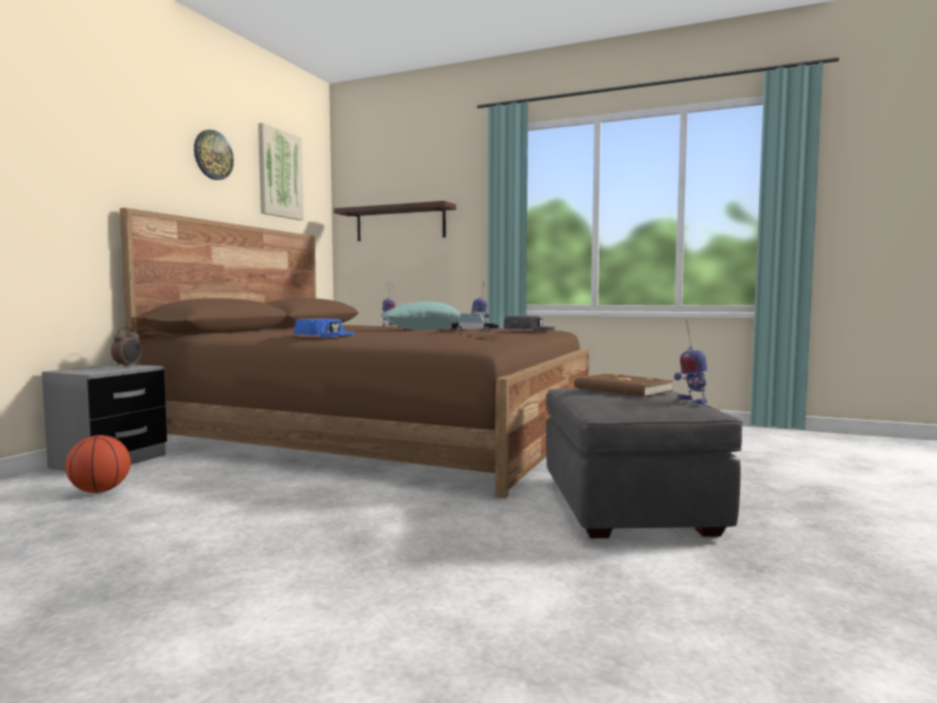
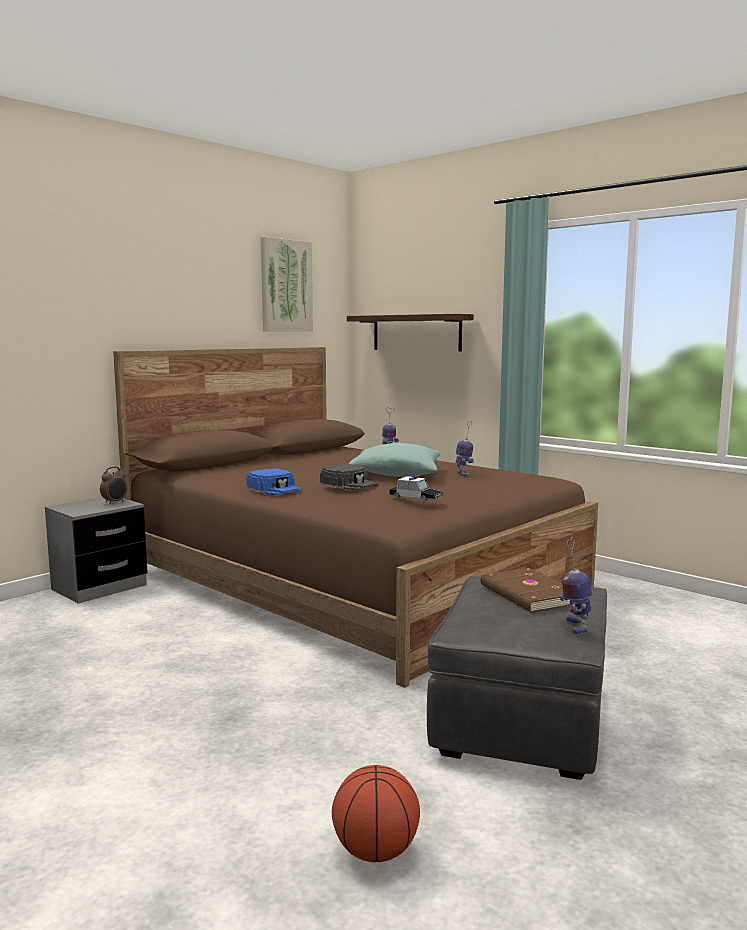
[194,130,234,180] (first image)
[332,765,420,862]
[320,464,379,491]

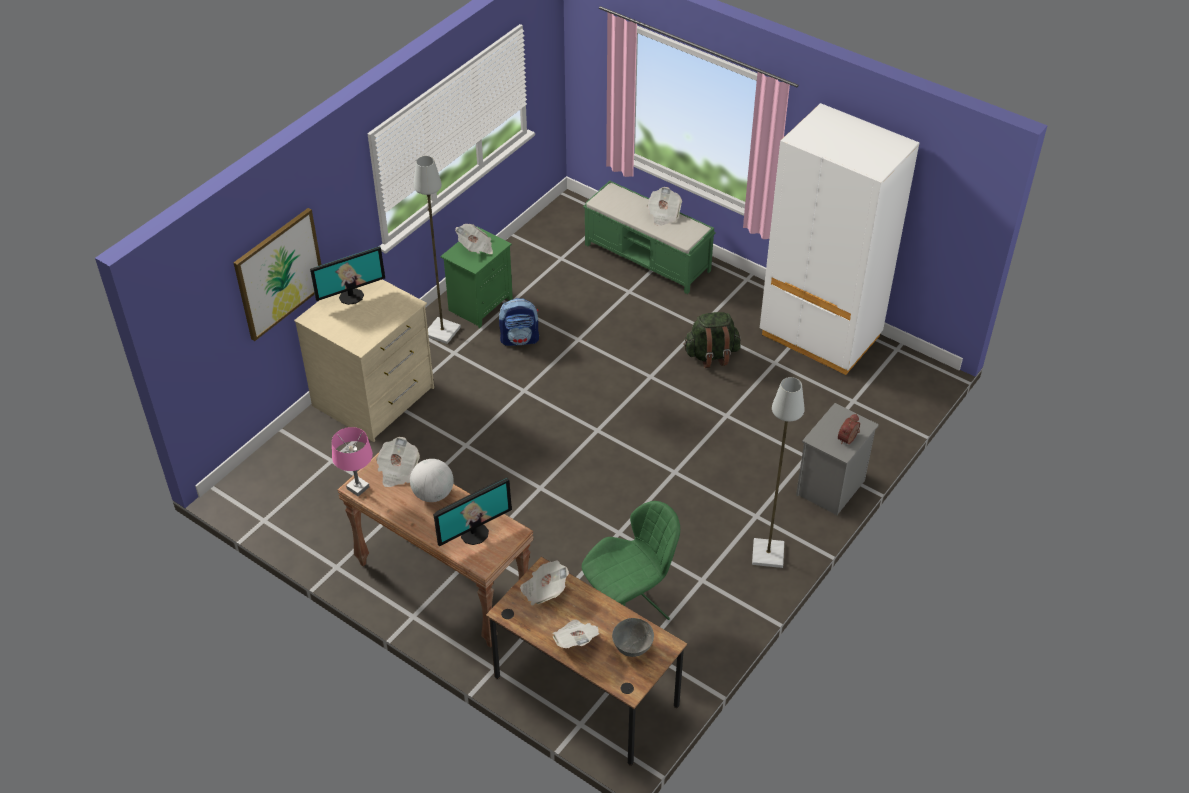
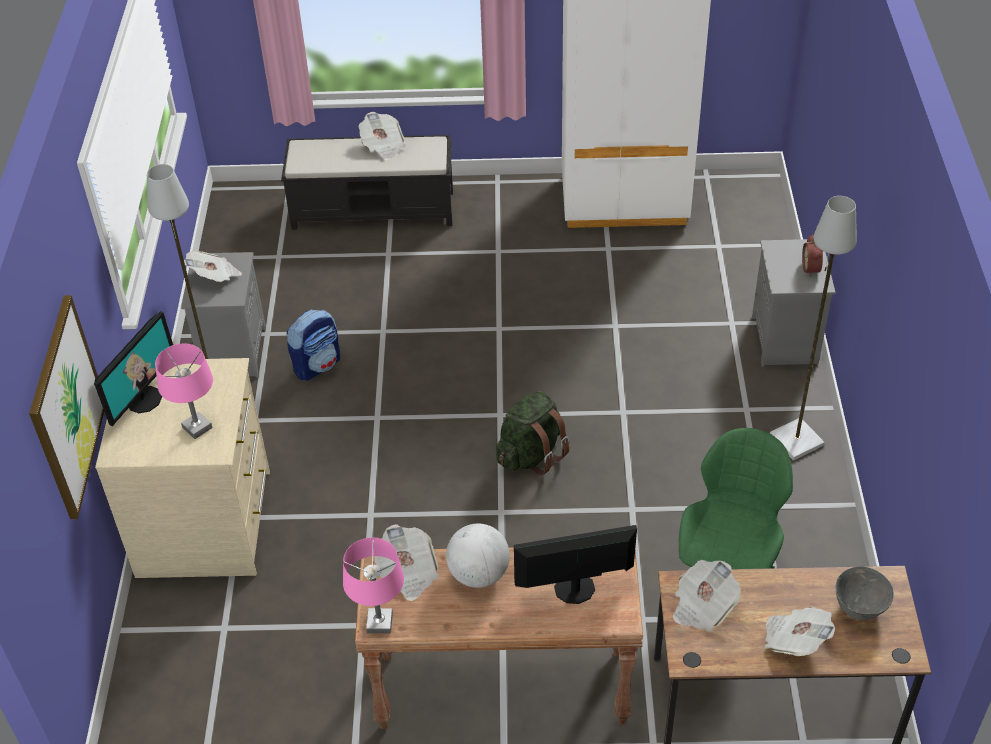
[155,343,213,439]
[496,391,569,476]
[181,252,266,378]
[281,135,453,230]
[514,525,637,604]

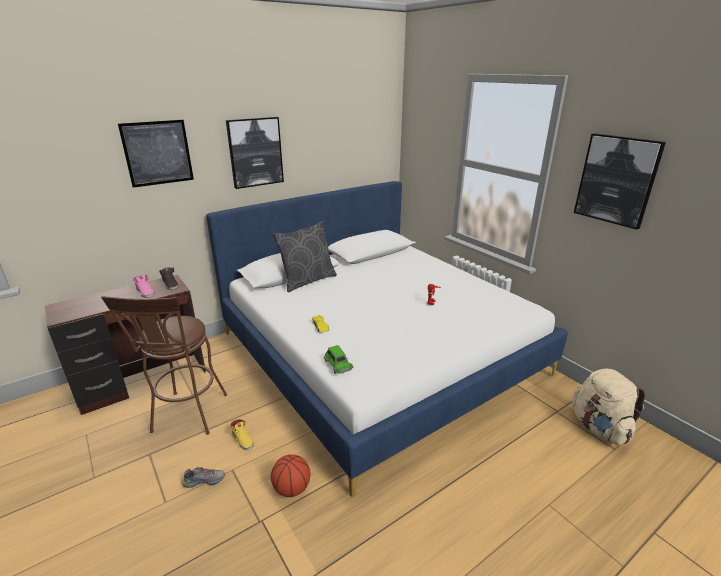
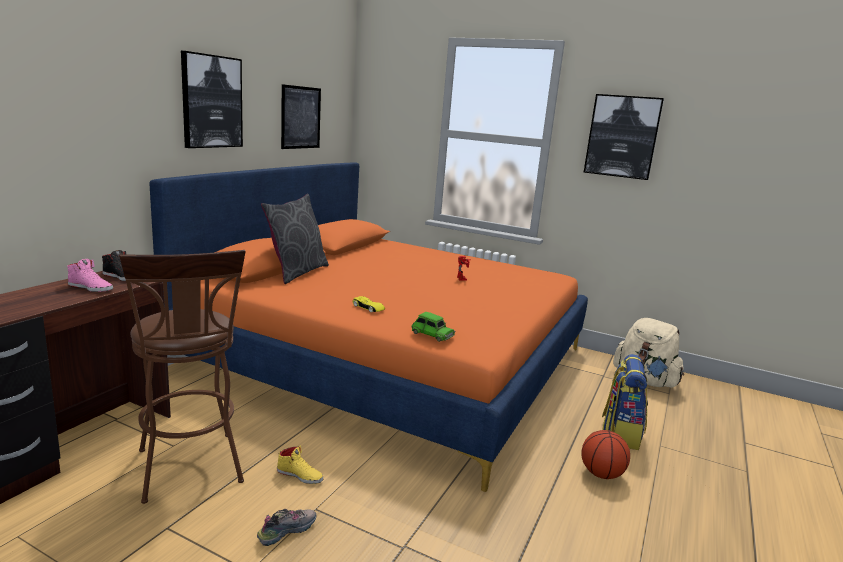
[602,354,648,450]
[281,84,321,149]
[581,430,630,479]
[149,163,588,492]

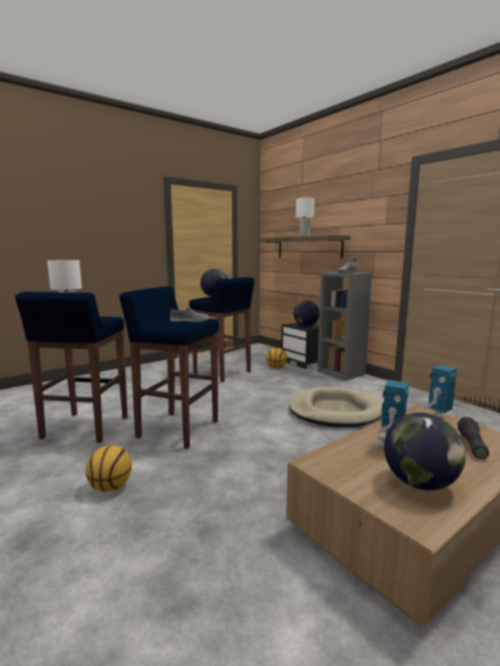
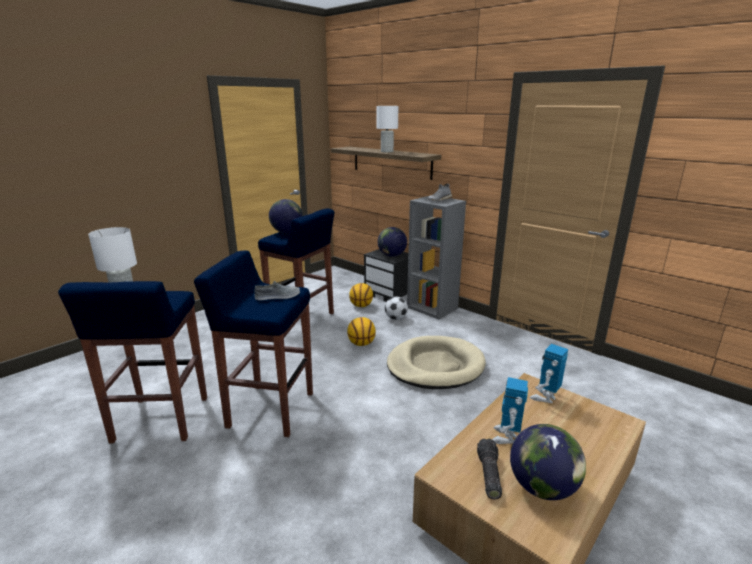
[385,297,408,320]
[347,317,376,346]
[477,439,502,499]

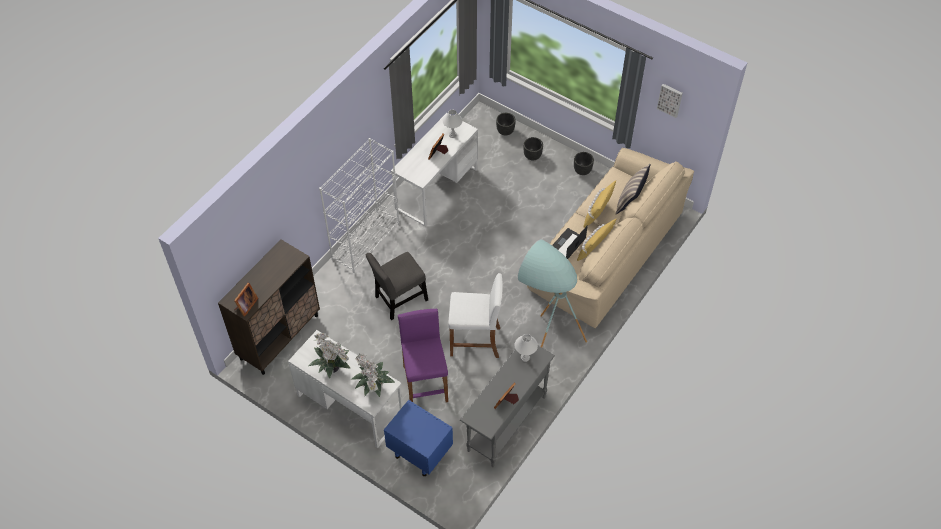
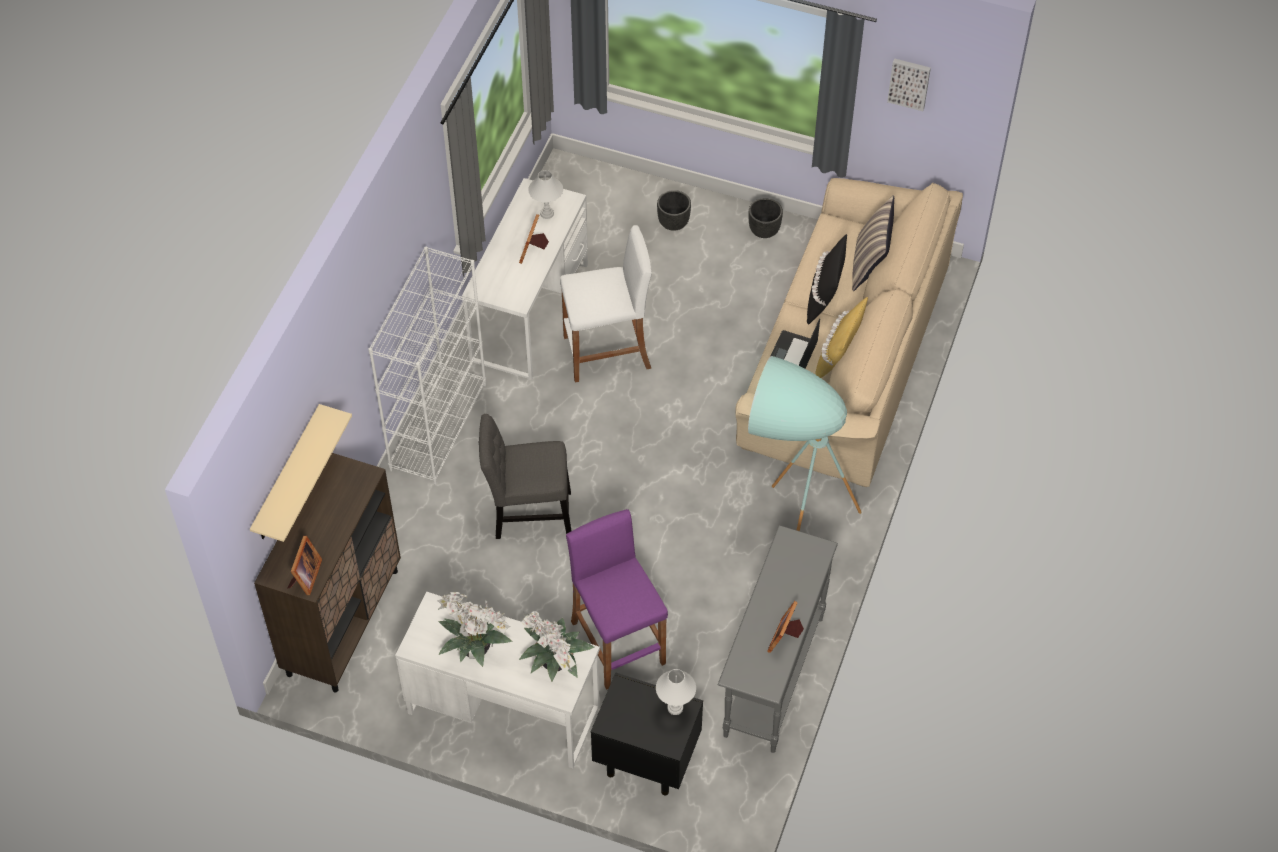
[496,113,516,136] (first image)
[250,404,352,542]
[560,225,652,382]
[656,669,696,715]
[591,673,703,795]
[807,234,847,325]
[479,414,572,539]

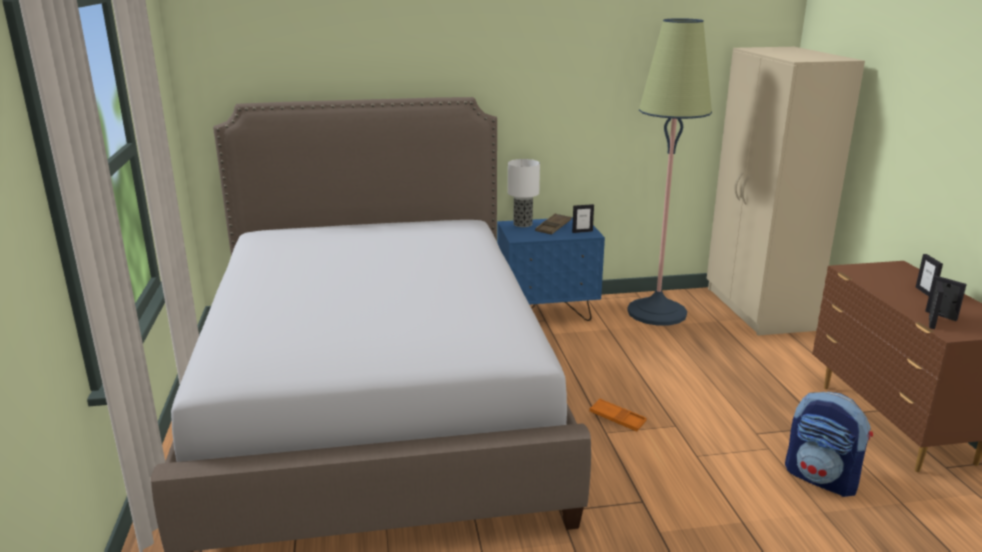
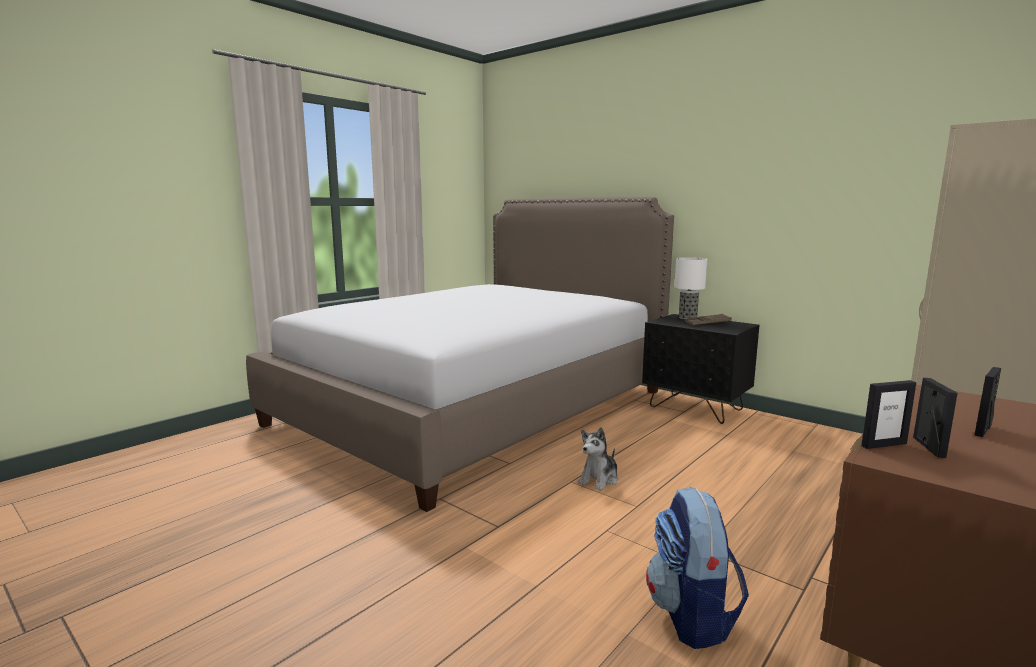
[572,204,594,233] (first image)
[627,18,712,326] (first image)
[578,427,619,491]
[642,314,759,424]

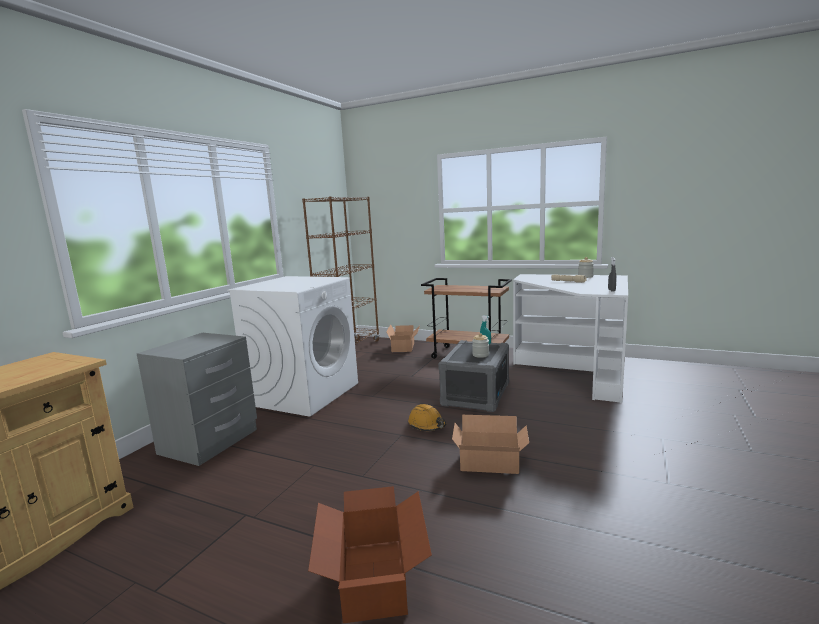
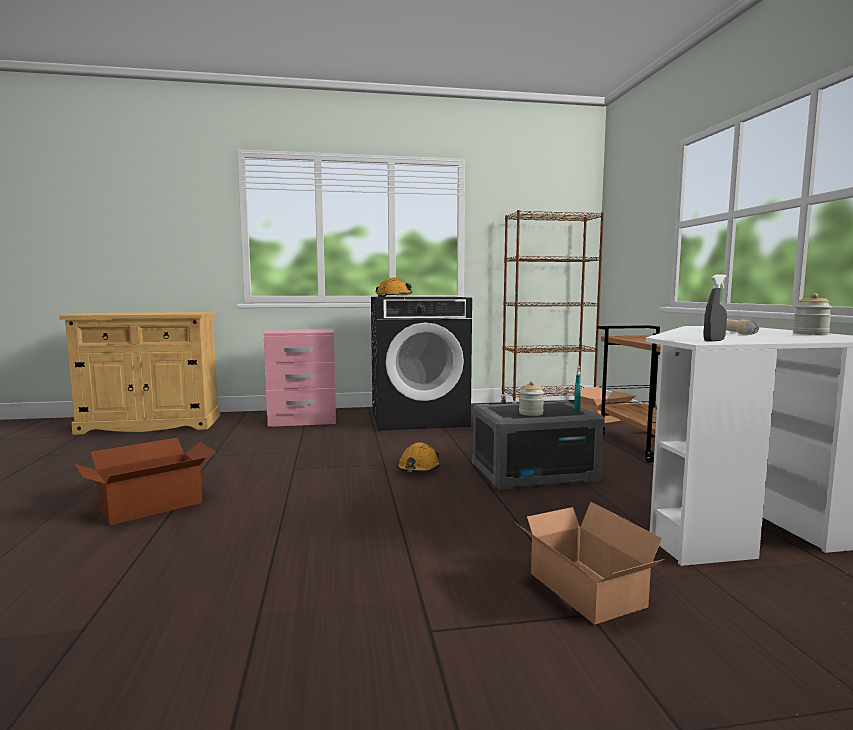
[376,277,412,297]
[516,502,665,625]
[264,329,336,427]
[371,297,472,431]

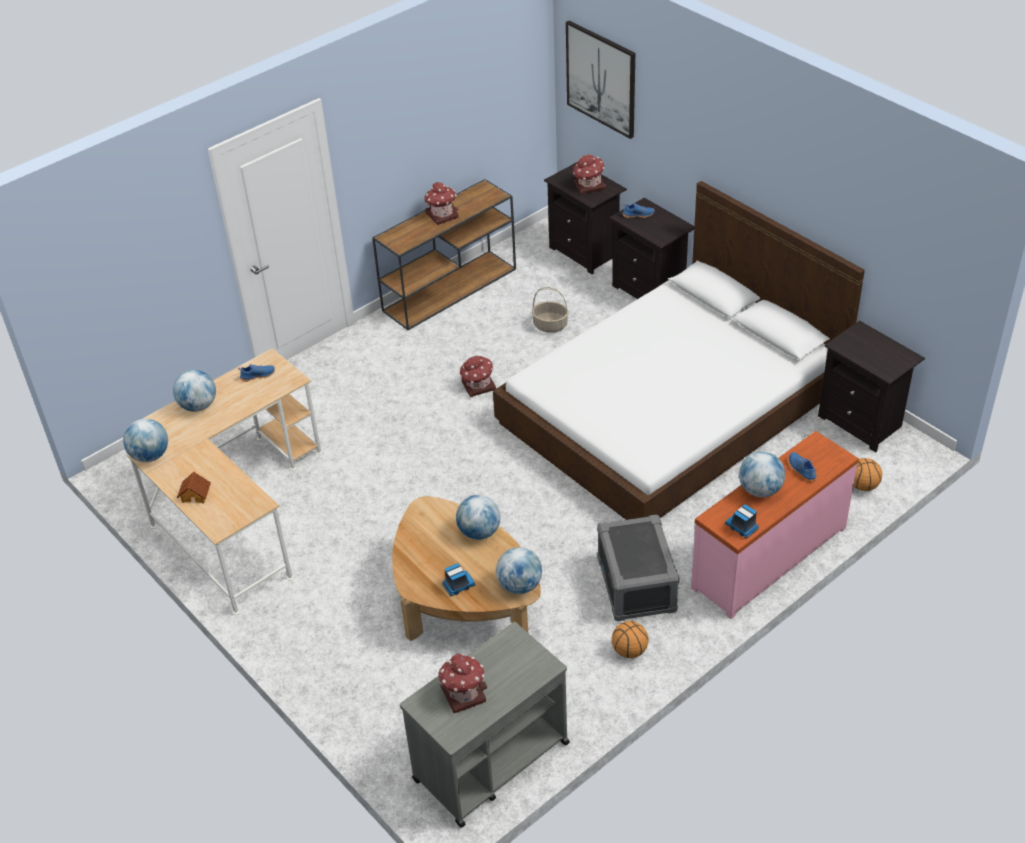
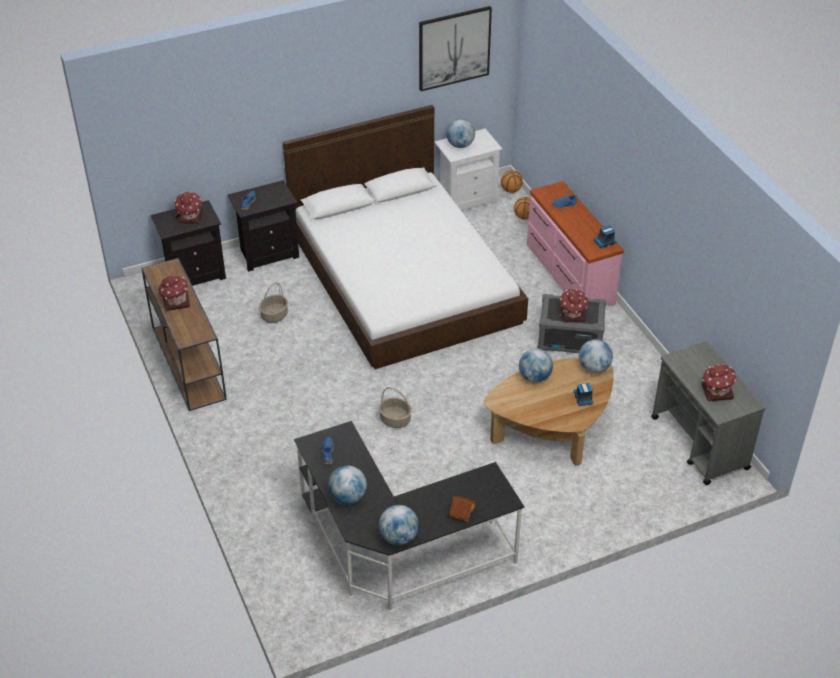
[379,387,412,428]
[557,289,588,323]
[419,6,492,91]
[501,170,523,193]
[446,119,475,148]
[294,421,525,612]
[434,129,502,211]

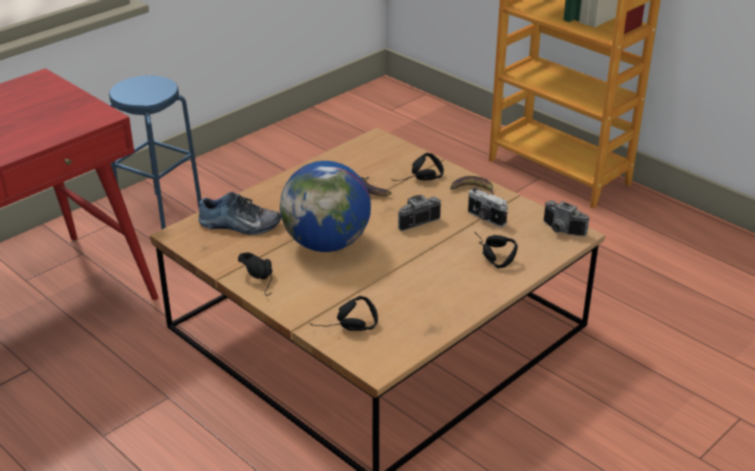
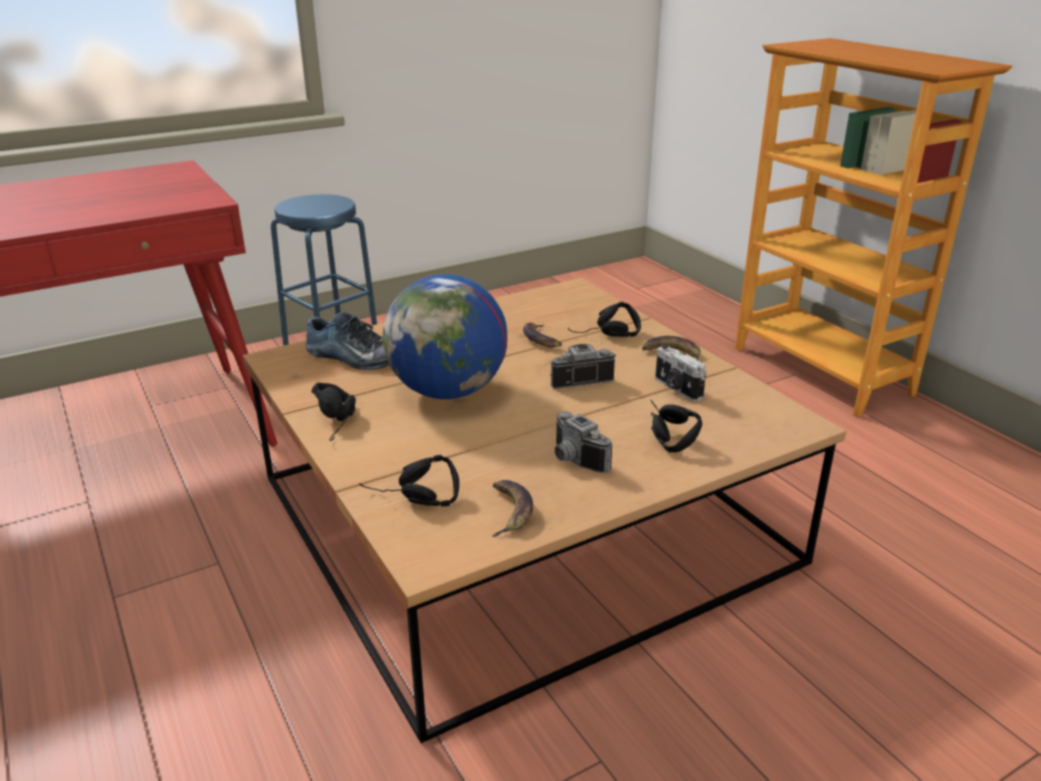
[492,480,533,537]
[555,411,612,473]

